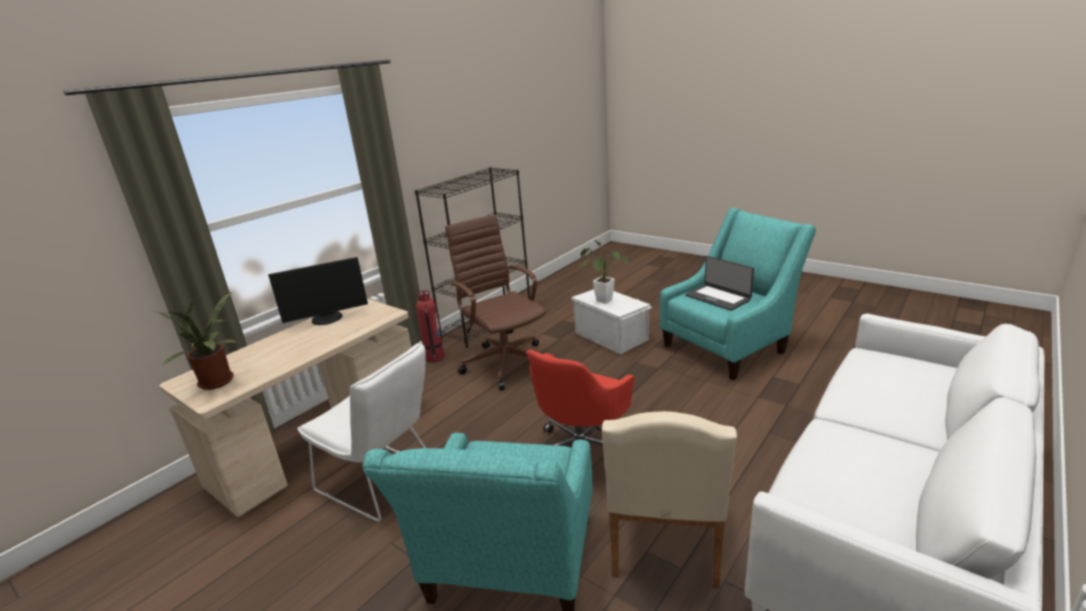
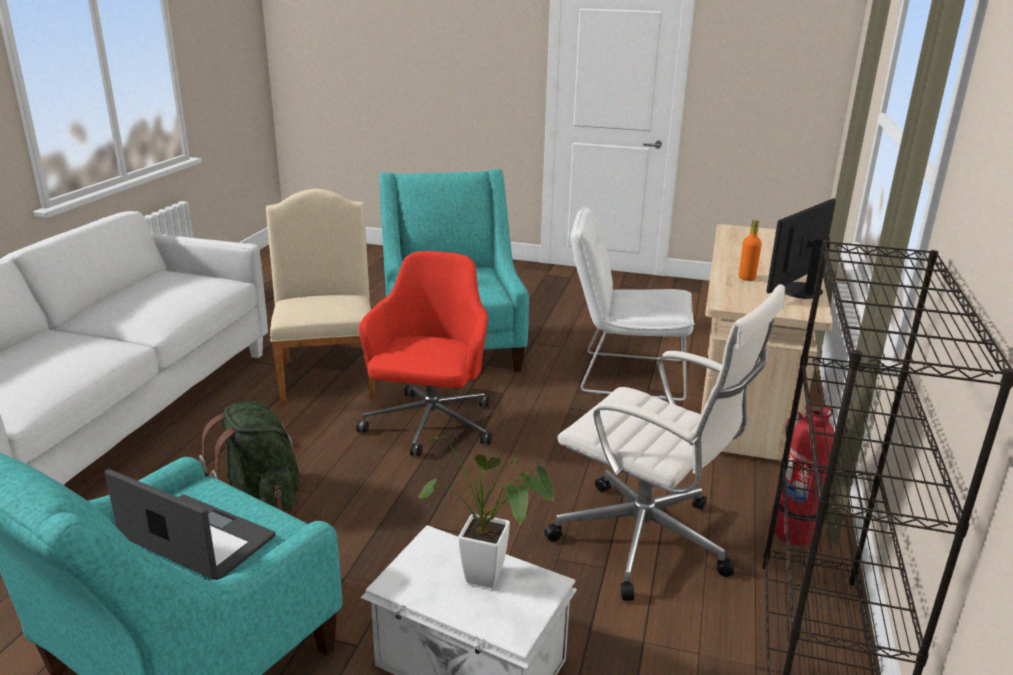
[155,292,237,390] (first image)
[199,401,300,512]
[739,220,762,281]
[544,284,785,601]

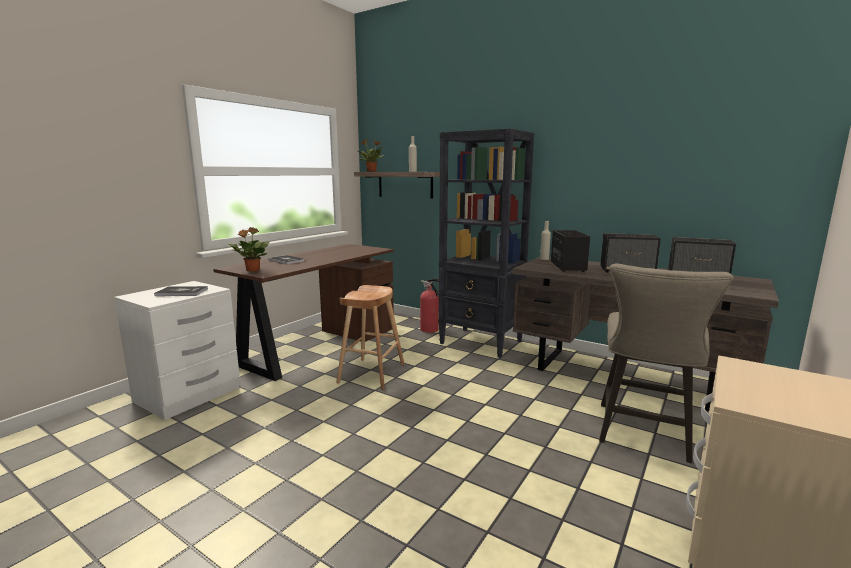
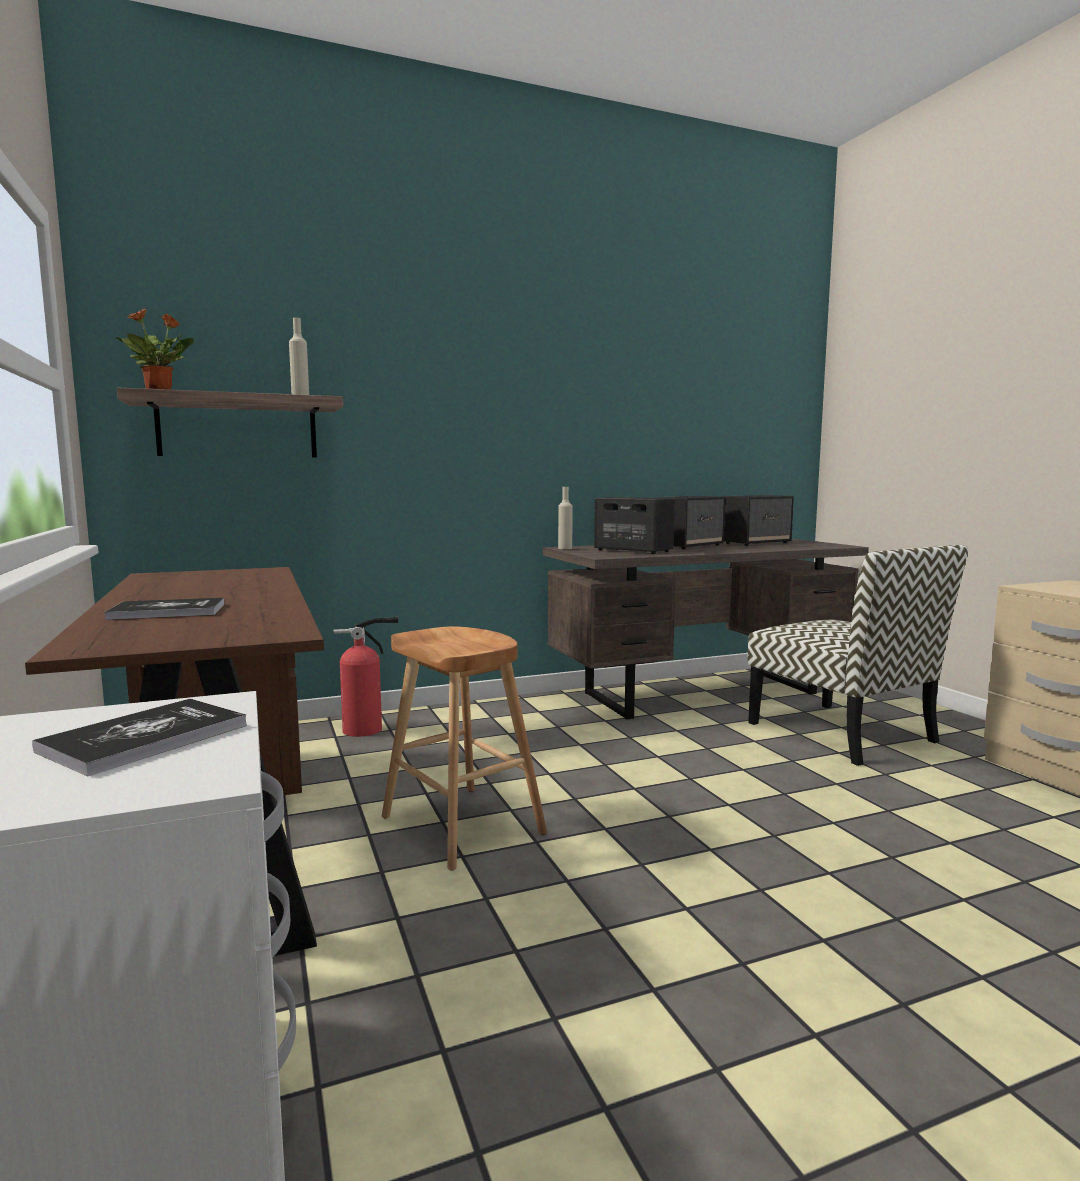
[228,227,270,272] (first image)
[438,128,534,358] (first image)
[748,545,968,766]

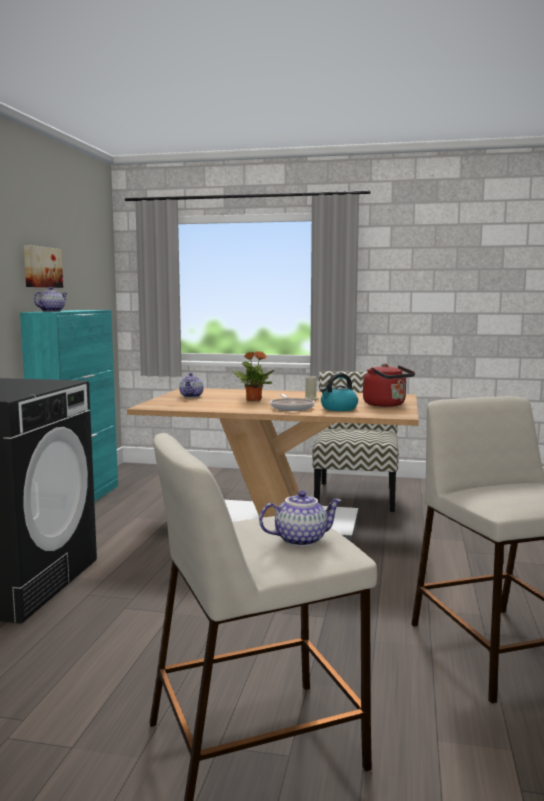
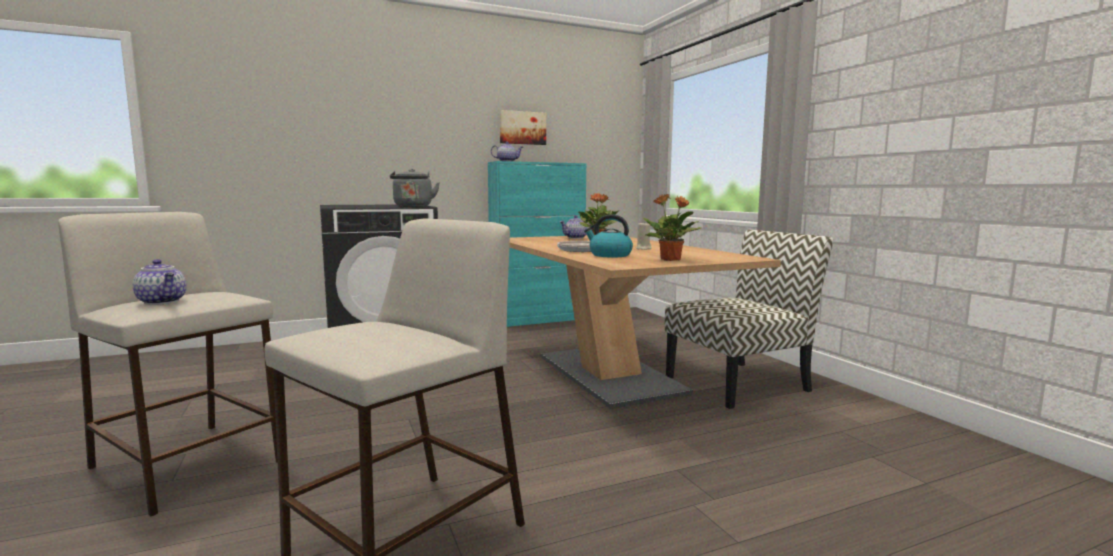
[390,169,440,206]
[643,194,701,261]

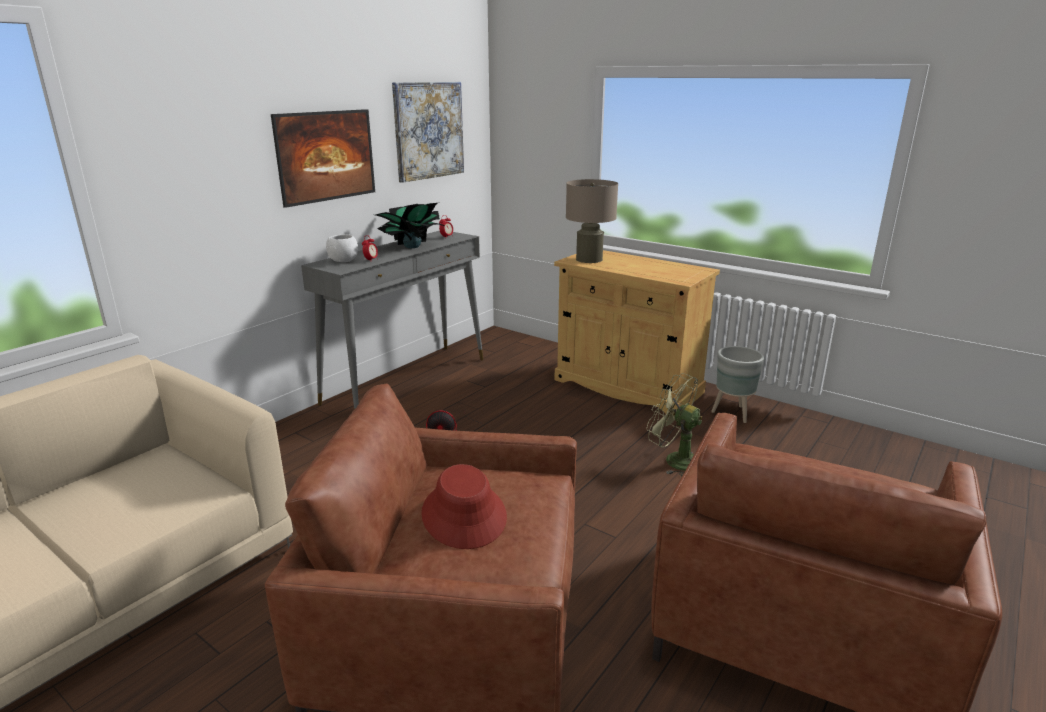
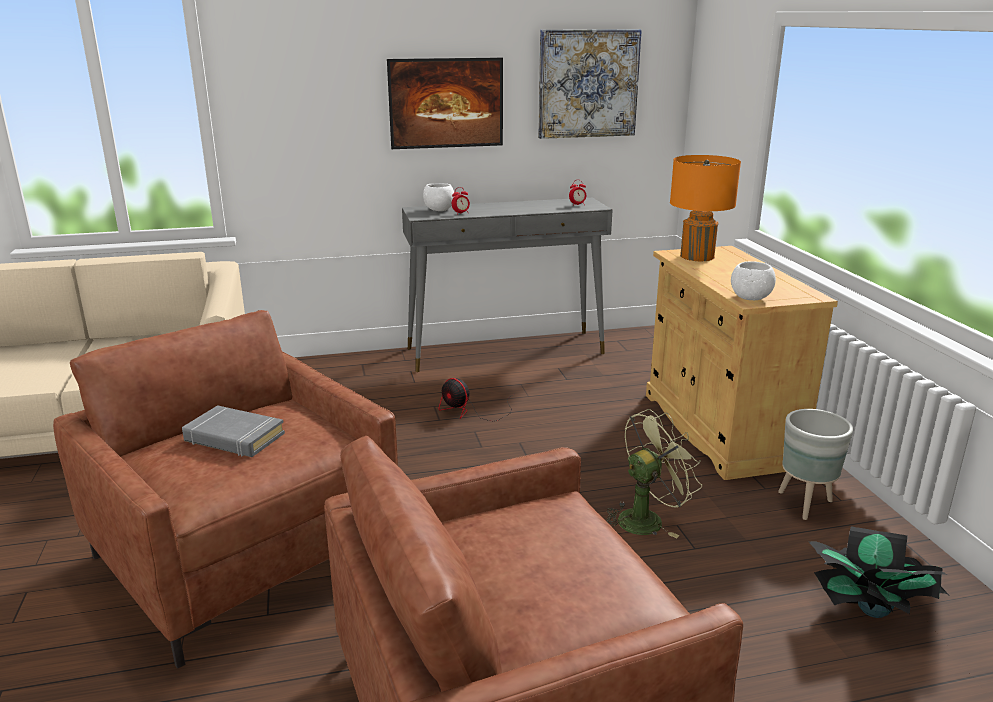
[731,261,776,300]
[809,527,951,618]
[182,405,285,457]
[670,155,741,261]
[606,409,702,538]

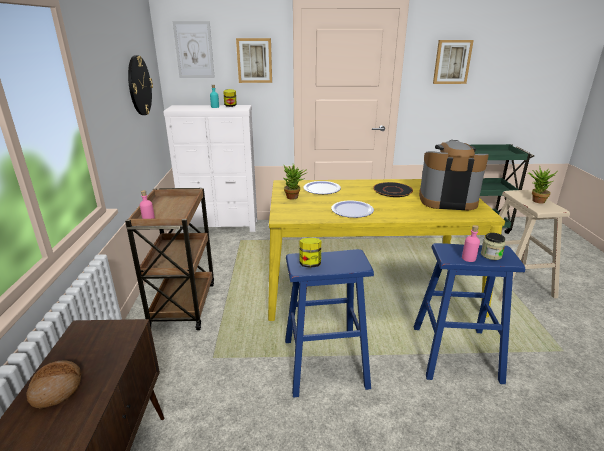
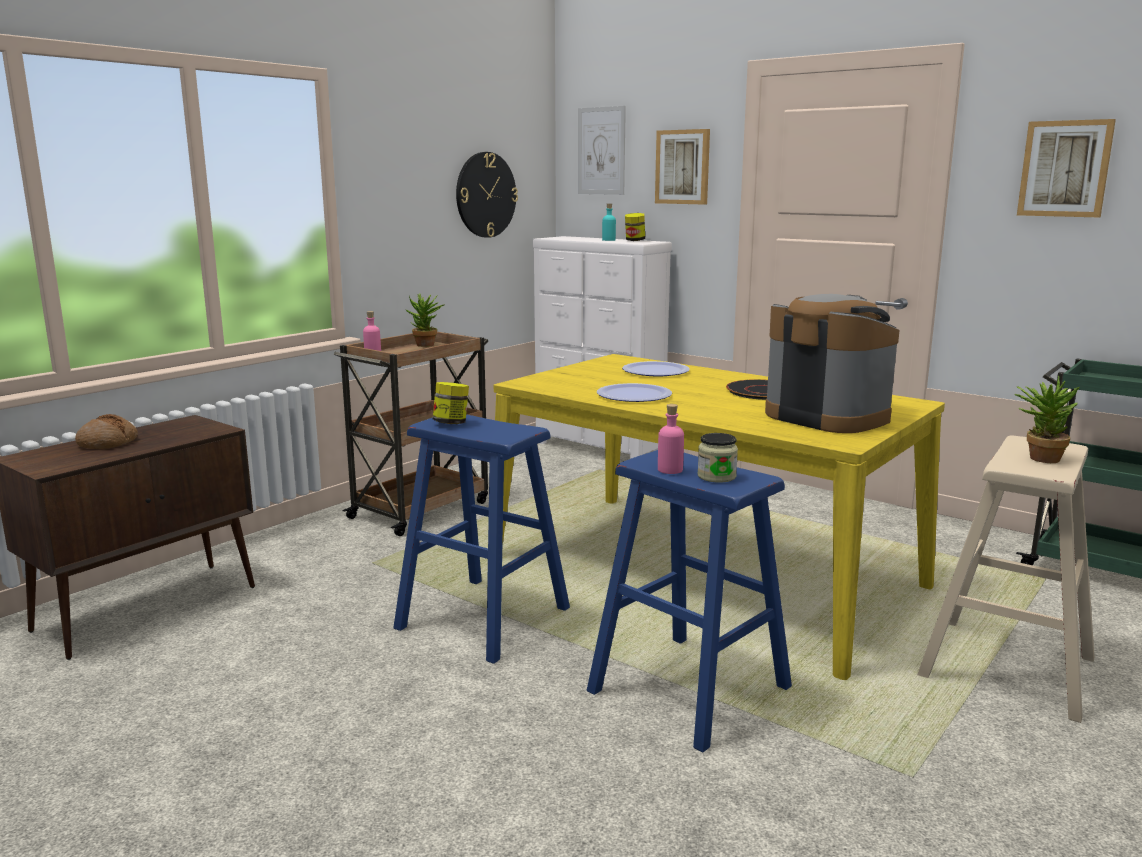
[405,293,444,347]

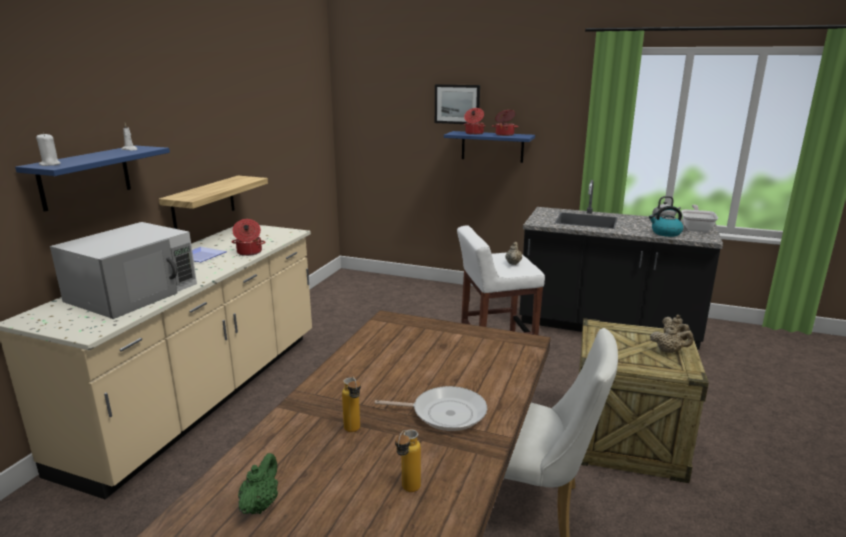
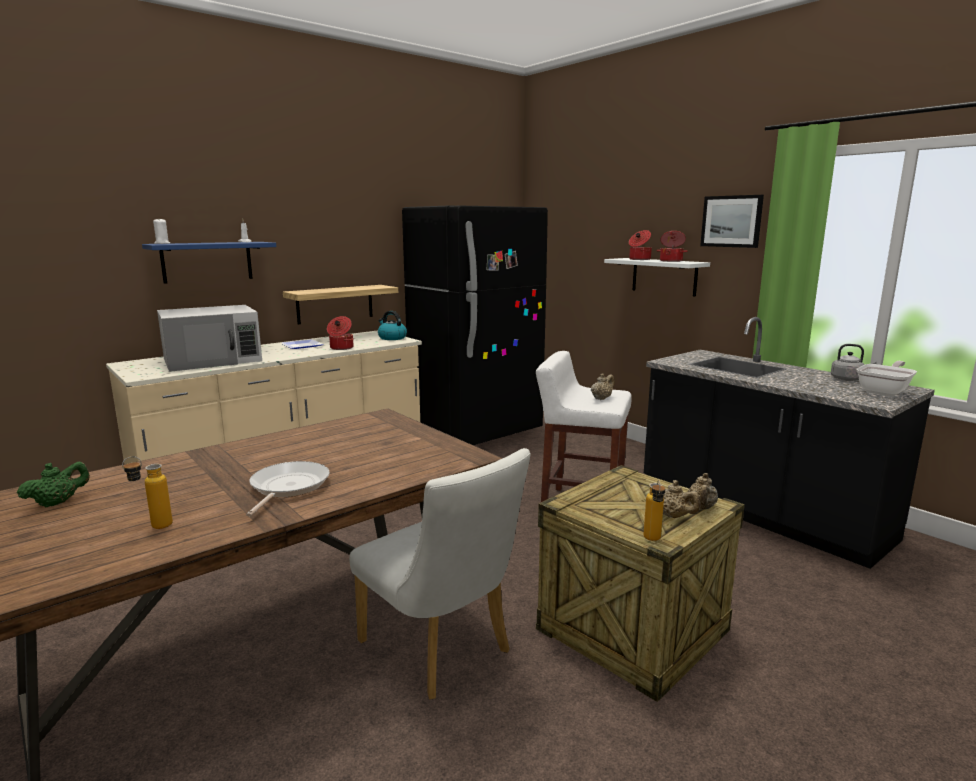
[402,206,548,445]
[643,480,665,541]
[700,195,764,248]
[378,311,407,340]
[604,258,710,297]
[246,461,330,516]

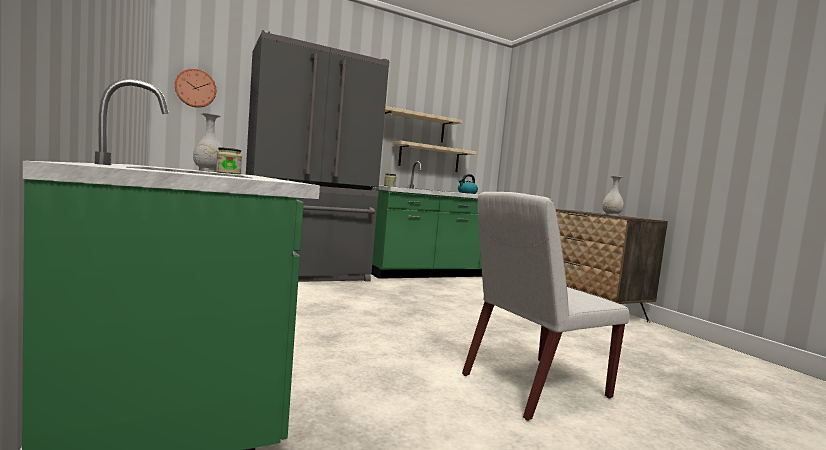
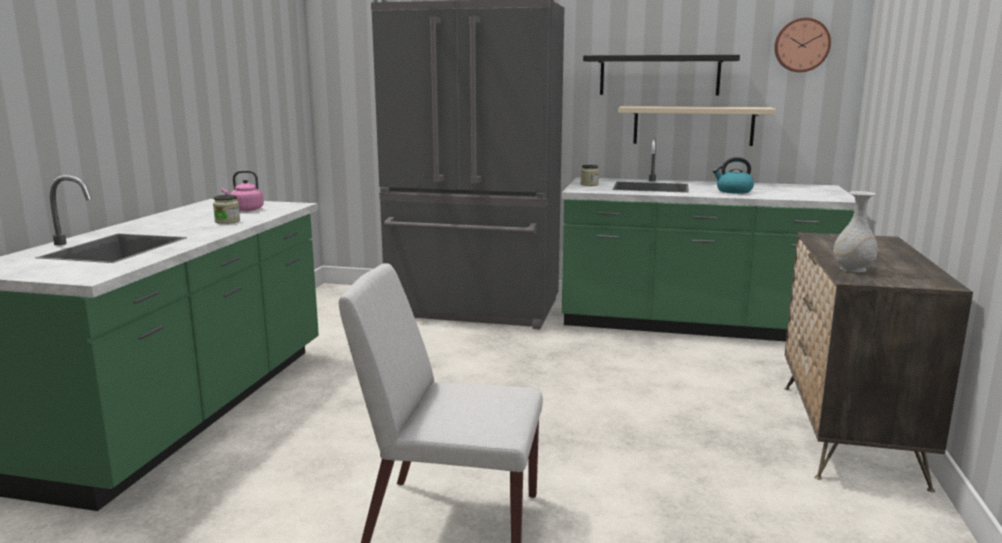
[774,18,831,72]
[221,170,264,211]
[583,55,740,95]

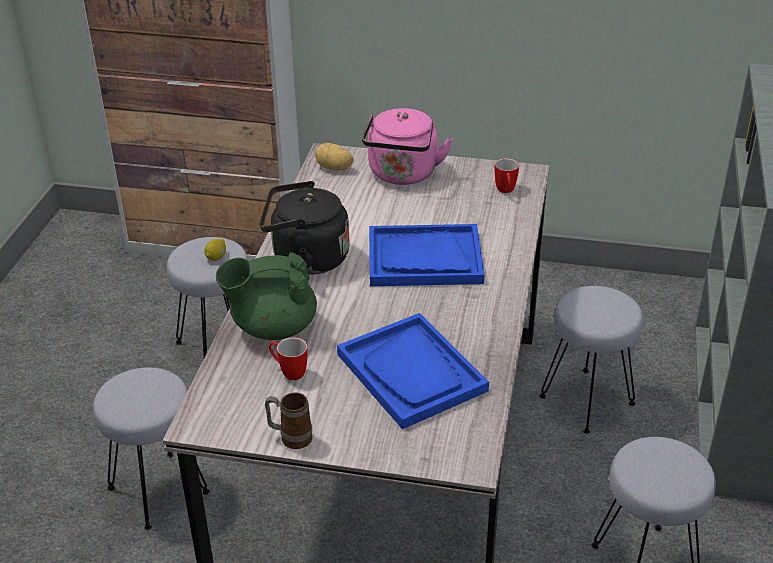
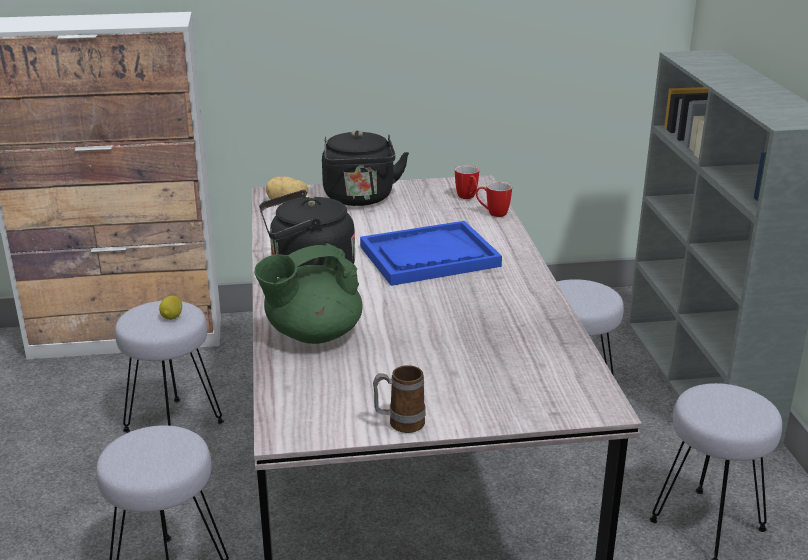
[337,313,489,429] (first image)
[476,182,512,217]
[322,131,409,206]

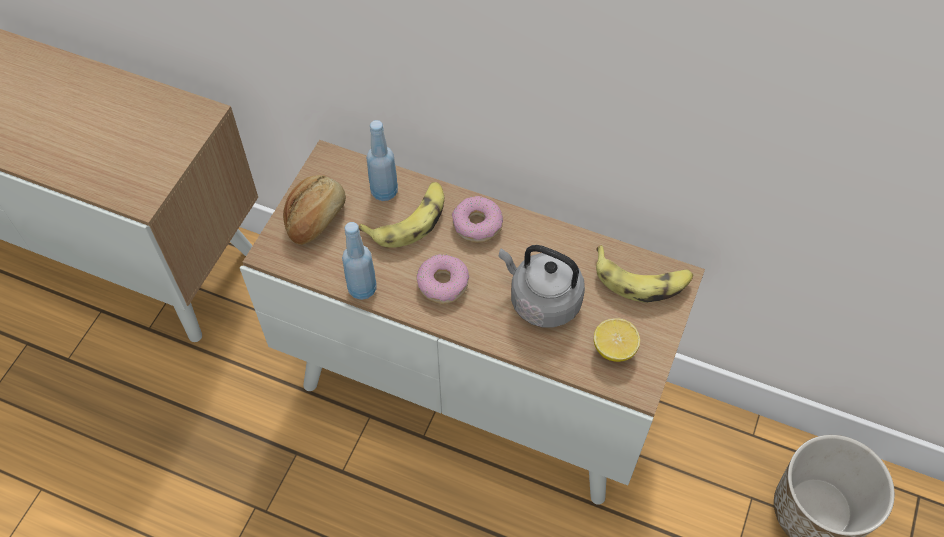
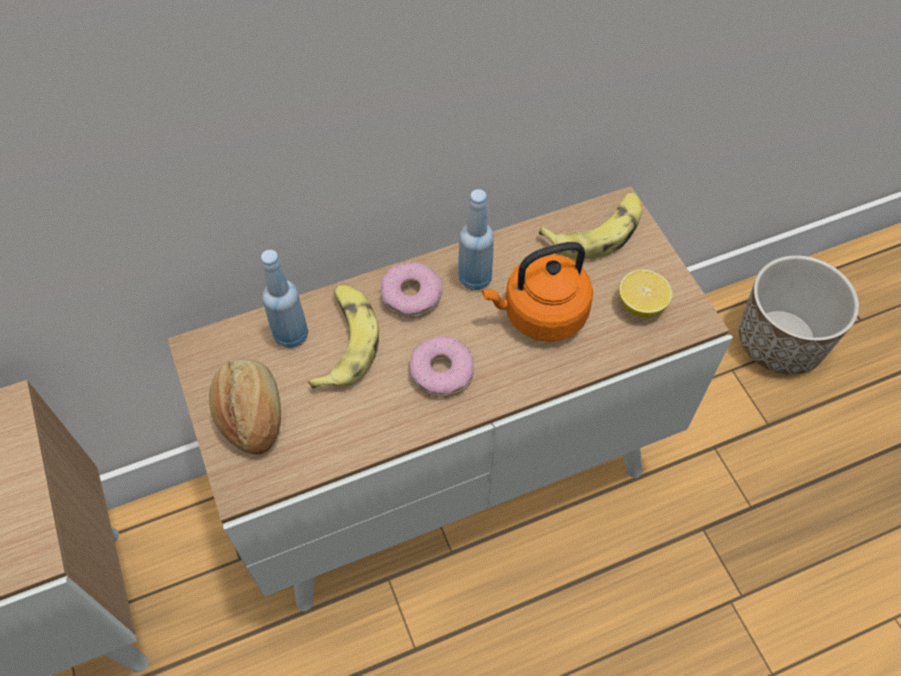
[458,189,494,290]
[482,242,593,342]

